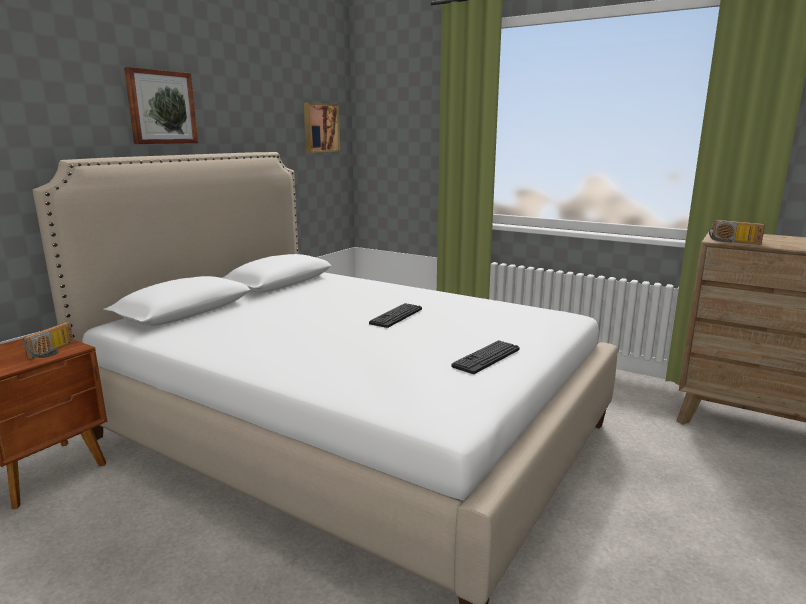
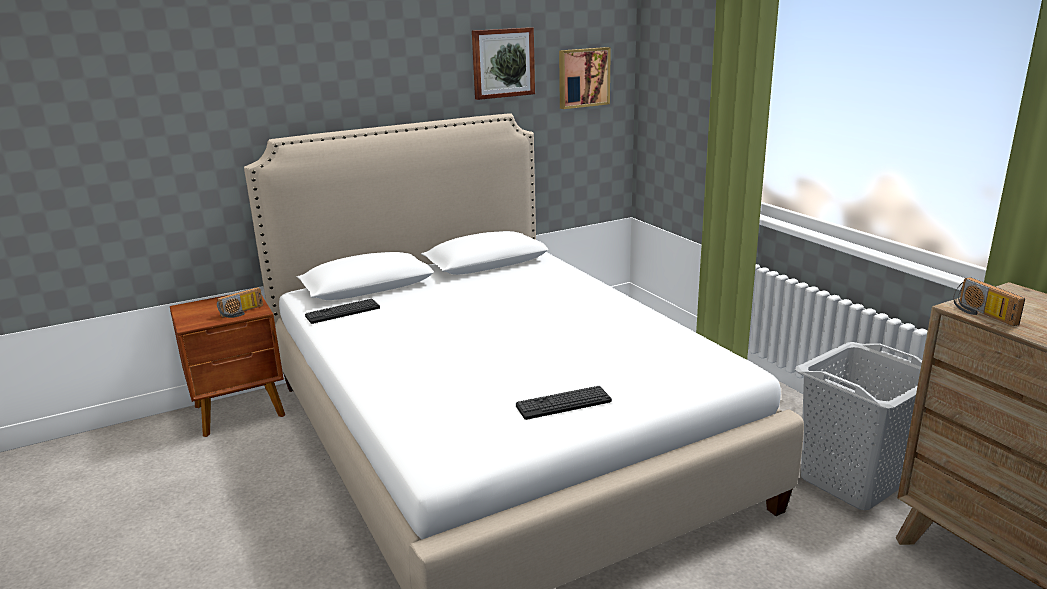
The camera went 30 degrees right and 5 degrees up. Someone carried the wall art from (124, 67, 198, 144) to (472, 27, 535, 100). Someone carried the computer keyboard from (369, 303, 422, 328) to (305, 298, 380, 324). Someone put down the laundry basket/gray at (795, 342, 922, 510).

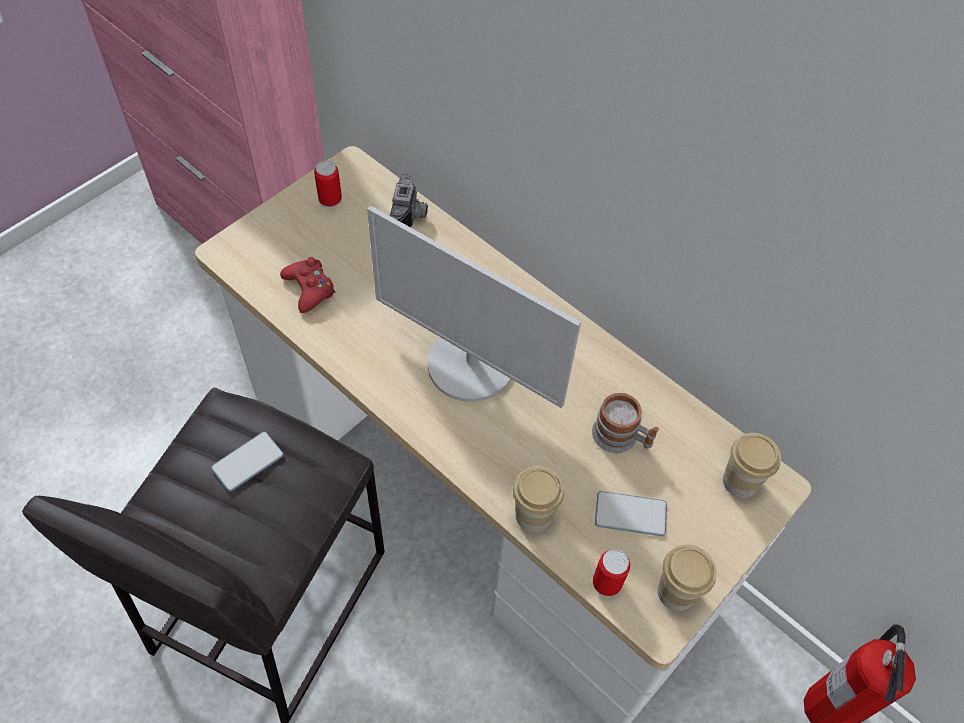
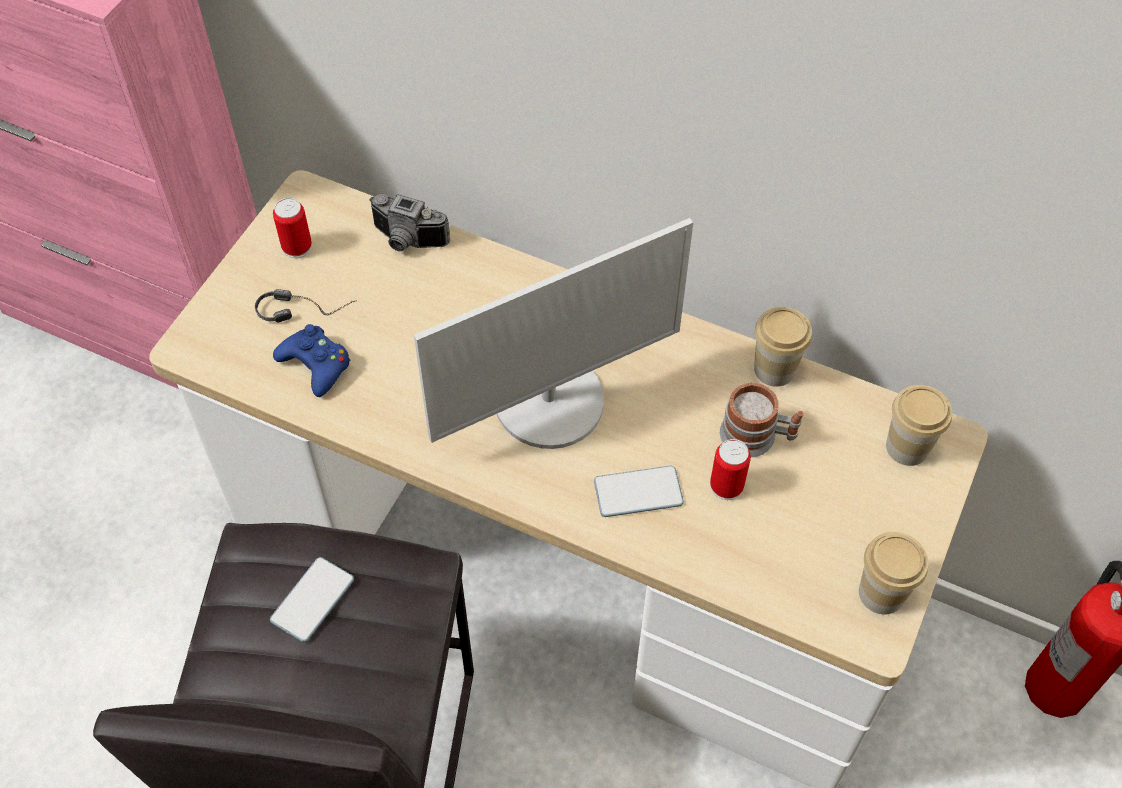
The camera went 15 degrees left and 0 degrees up. Someone rotated the photo camera at (390, 174, 428, 227) by 120 degrees clockwise. Someone rotated the computer display at (367, 205, 581, 408) by 45 degrees counterclockwise. Someone repainted the joypad/red at (280, 257, 335, 313), which became the joypad/blue-coloured at (273, 324, 350, 397). Someone carried the drinking cup from (513, 466, 564, 532) to (754, 307, 812, 387). Someone carried the handset from (595, 491, 667, 536) to (594, 466, 684, 517). Someone carried the metal can from (593, 549, 630, 597) to (710, 439, 751, 500). Someone put down the headphones at (255, 289, 357, 322).

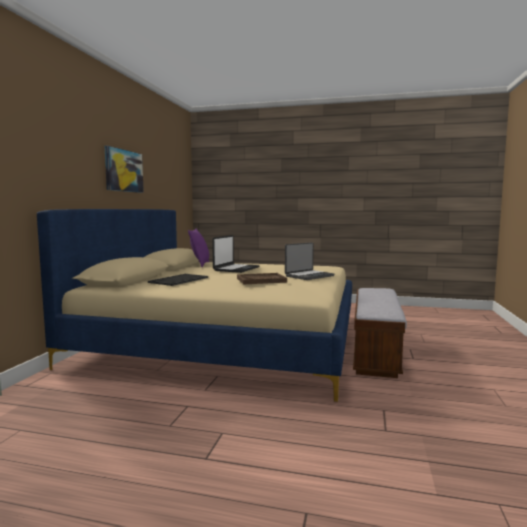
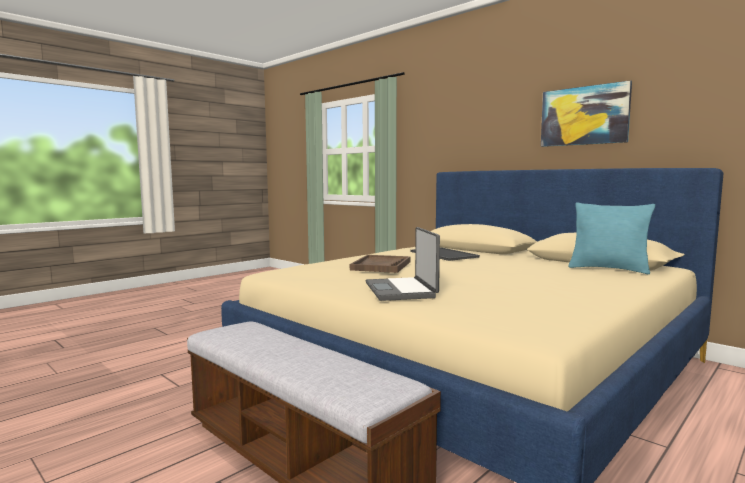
The camera went 120 degrees right and 0 degrees up. Someone repainted the throw pillow/purplish at (188, 228, 209, 267), which became the throw pillow/turquoise at (568, 202, 655, 274). Someone took away the notebook computer at (212, 235, 260, 273).

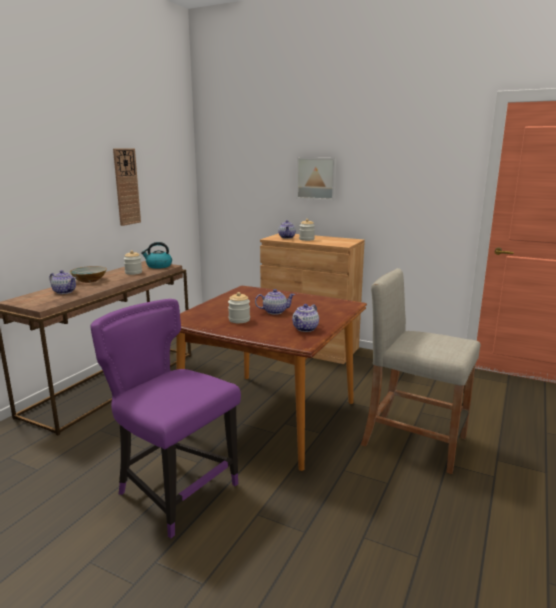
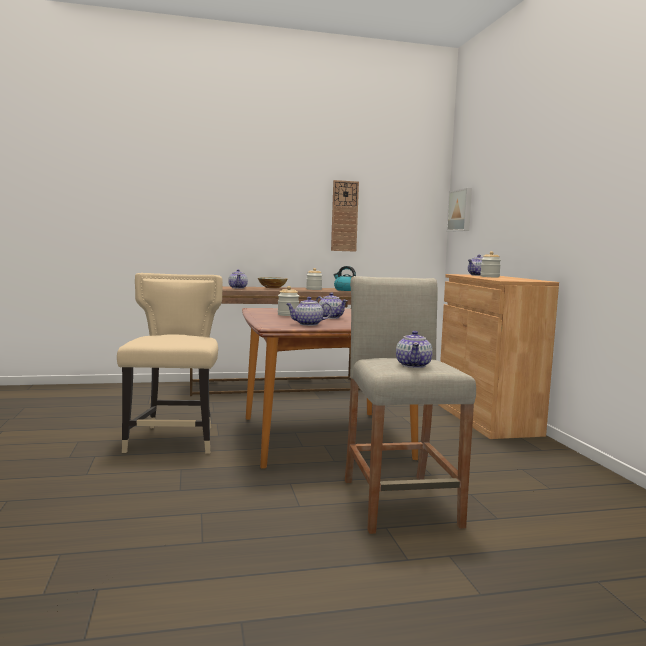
The camera went 50 degrees right and 10 degrees down. Someone carried the wall art from (297, 157, 337, 200) to (447, 188, 472, 232). Someone repainted the upright chair/purplish at (91, 299, 241, 538), which became the upright chair/sand-coloured at (117, 273, 223, 454). Someone put down the tea pot at (396, 331, 433, 368).

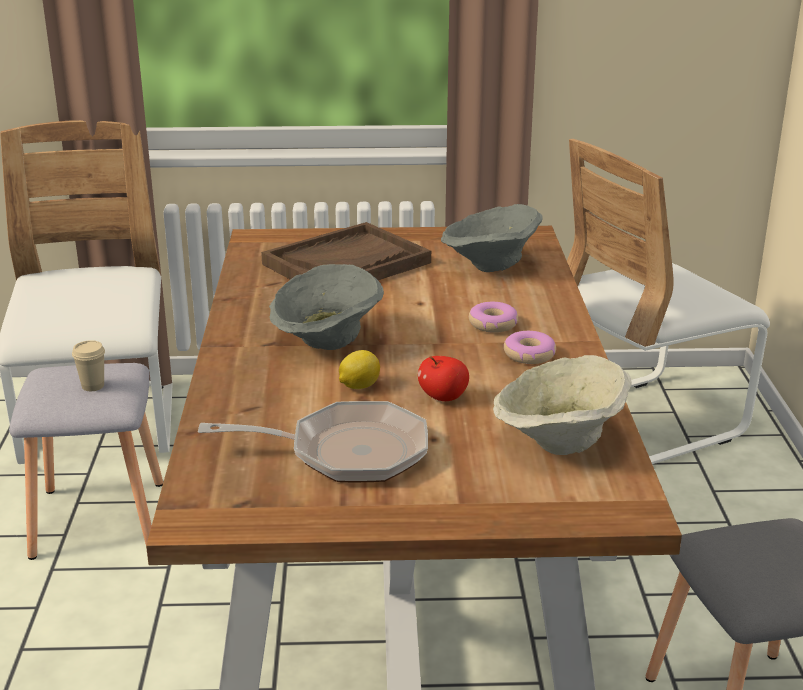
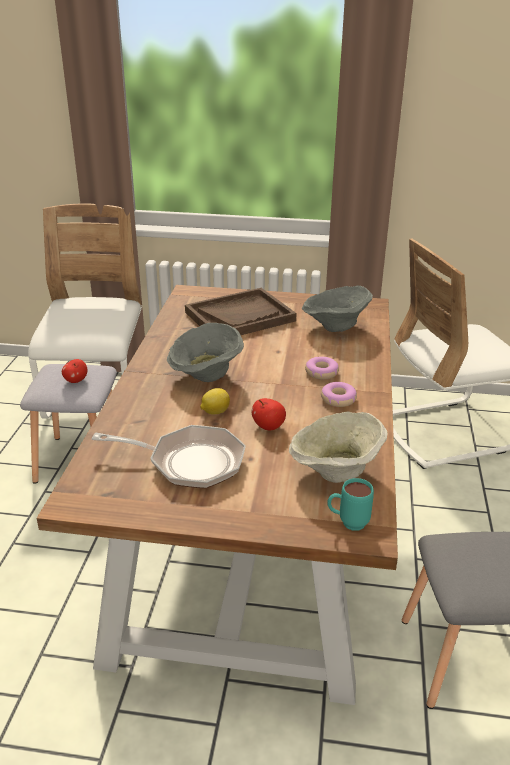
The camera went 10 degrees right and 5 degrees up. Someone swapped the drinking cup/sand-coloured at (72, 340, 105, 391) for the apple at (62, 359, 88, 383). Someone put down the tea mug/turquoise at (327, 478, 374, 531).

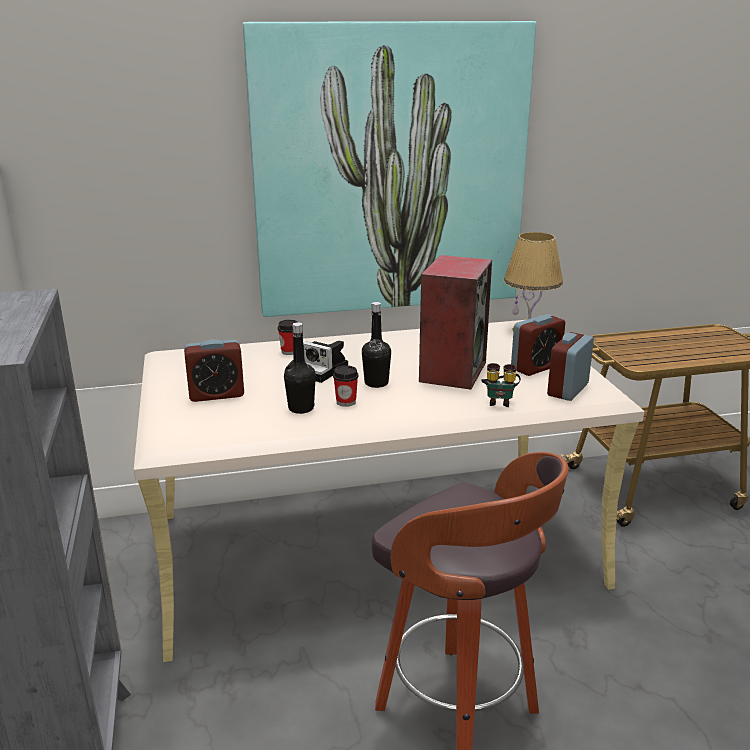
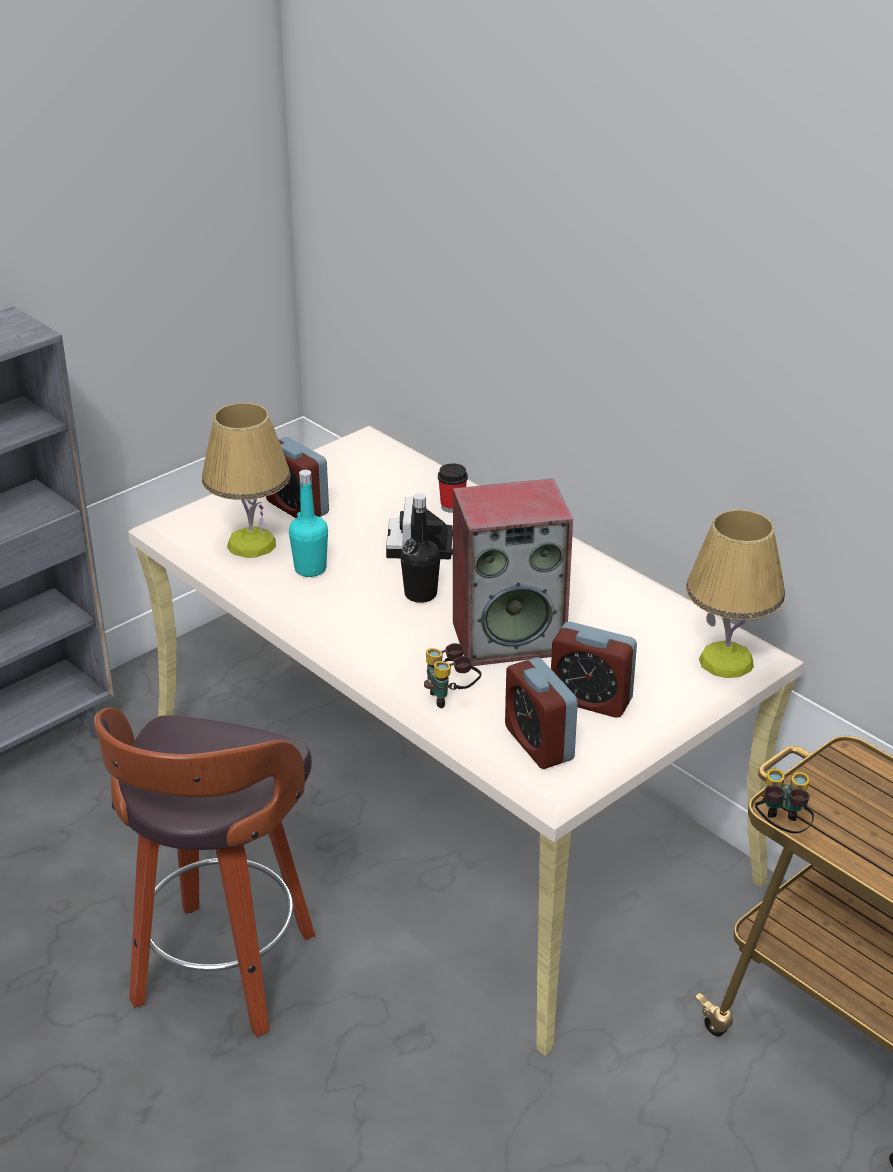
The camera went 60 degrees right and 10 degrees up. Someone took away the wall art at (243, 21, 536, 317). Someone repainted the beverage bottle/blackish at (284, 322, 316, 414), which became the beverage bottle/turquoise at (289, 470, 328, 577). Someone rotated the table clock at (547, 332, 594, 401) by 120 degrees counterclockwise. Someone took away the drinking cup at (333, 365, 358, 407). Someone put down the lamp for a table at (202, 403, 290, 558). Someone put down the binoculars at (755, 769, 814, 833).

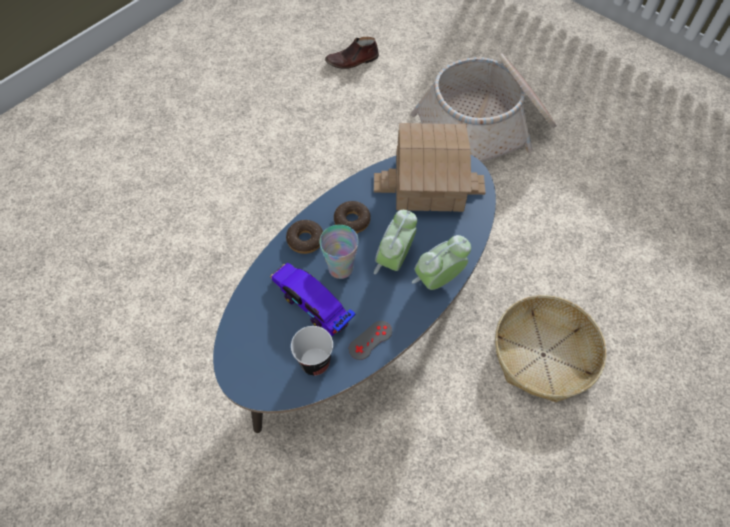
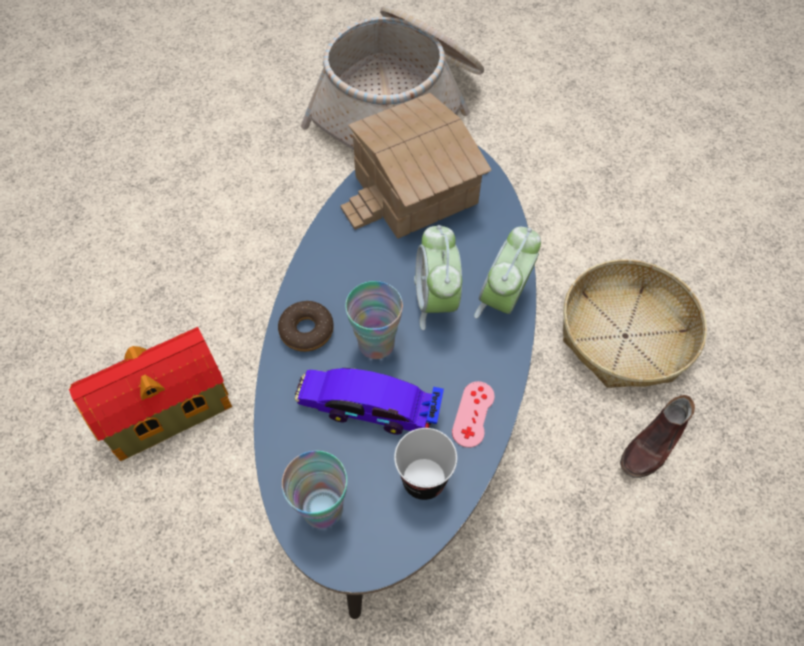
The camera went 30 degrees left and 0 degrees up. Someone carried the item of footwear/brownish from (325, 37, 379, 69) to (620, 395, 695, 478). Someone took away the doughnut at (334, 201, 371, 233). Someone repainted the joypad/gray at (349, 321, 392, 360), which became the joypad/pink-coloured at (452, 381, 495, 448). Someone put down the miniature house at (69, 327, 232, 461). Someone put down the drinking cup at (282, 451, 347, 529).

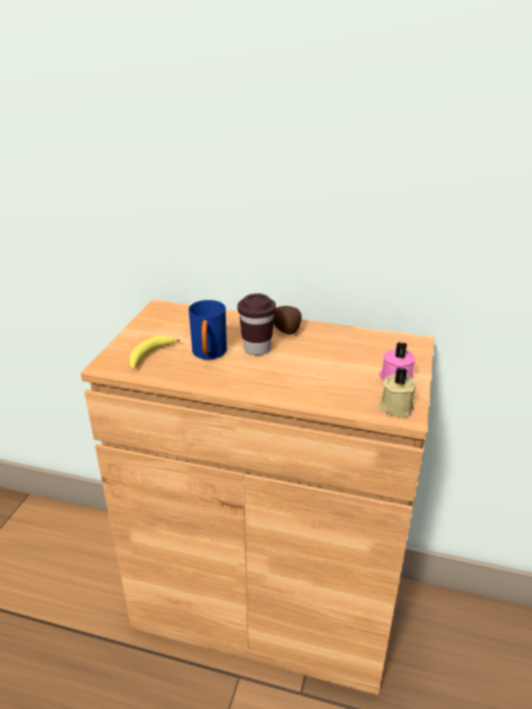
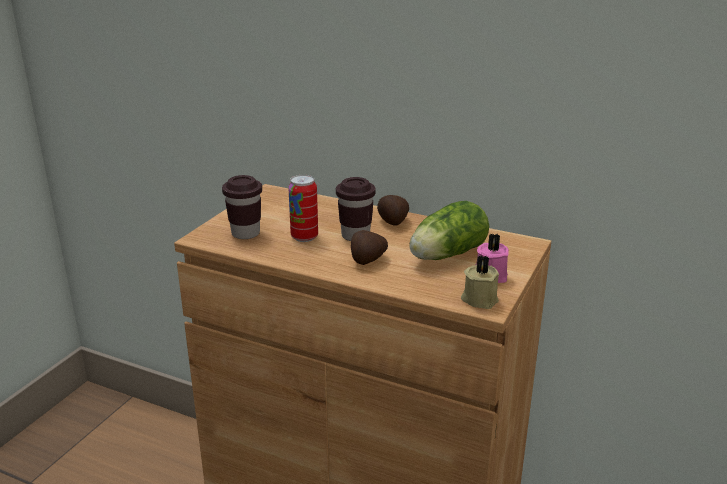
The camera went 10 degrees right and 5 degrees down. Someone swapped the tea mug/blue-coloured at (189, 300, 227, 359) for the metal can at (288, 175, 318, 242). Someone swapped the banana at (129, 336, 180, 369) for the drinking cup/brownish at (222, 175, 262, 239). Someone put down the lettuce head at (409, 201, 489, 260). Someone put down the spud at (351, 230, 388, 265).

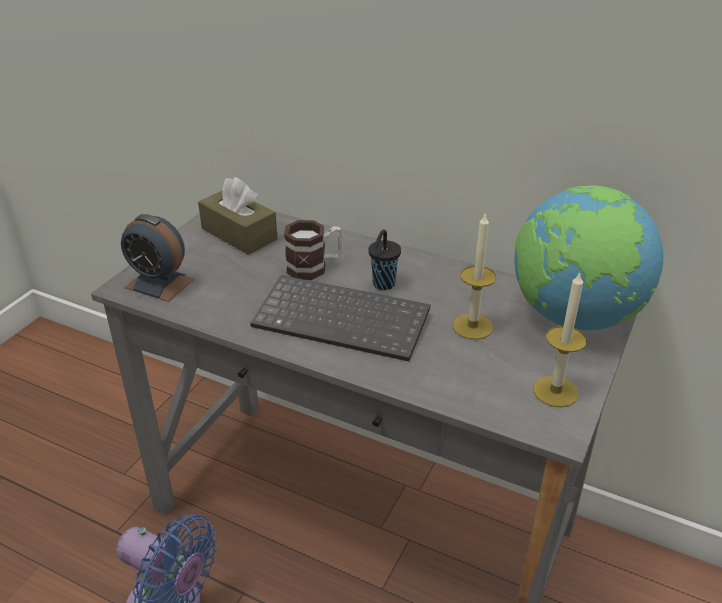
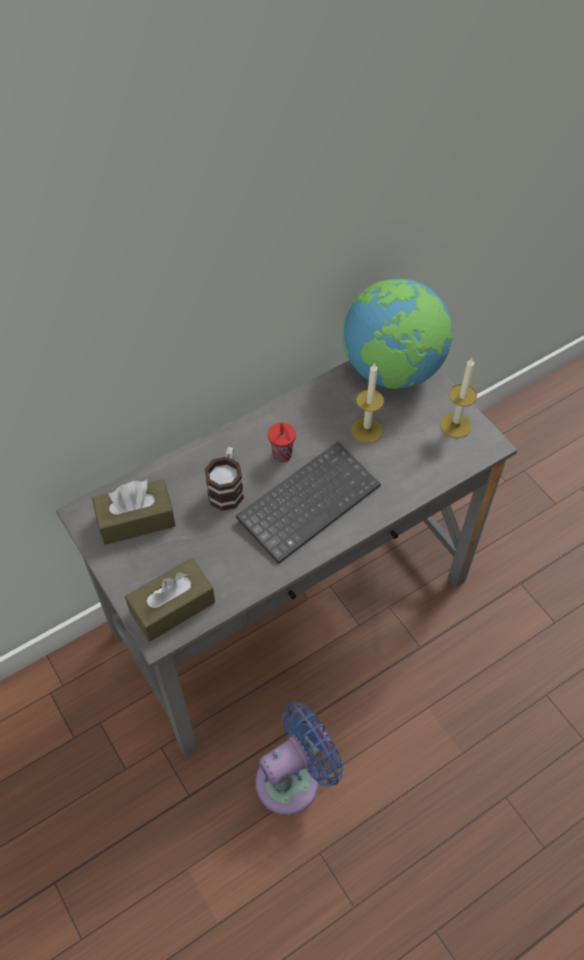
The camera went 60 degrees left and 20 degrees up. Someone swapped the table clock at (121, 214, 194, 302) for the tissue holder/brownish at (125, 558, 215, 642). Someone repainted the drinking cup/blackish at (368, 229, 401, 290), which became the drinking cup/red at (268, 422, 296, 463).

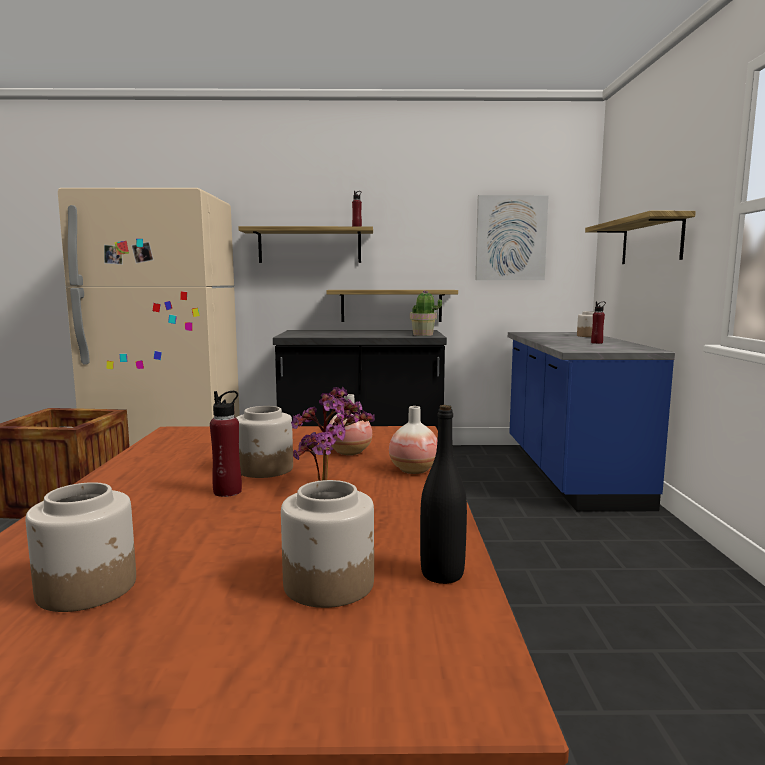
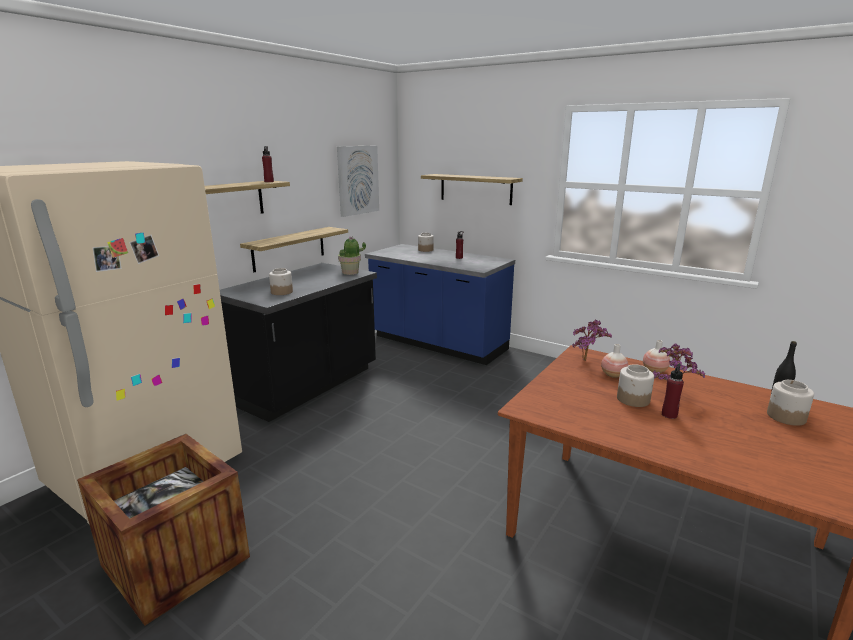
The camera went 55 degrees left and 10 degrees up. Someone carried the jar from (26, 482, 136, 612) to (269, 268, 293, 295). Someone put down the plant in a pot at (572, 320, 612, 361).

